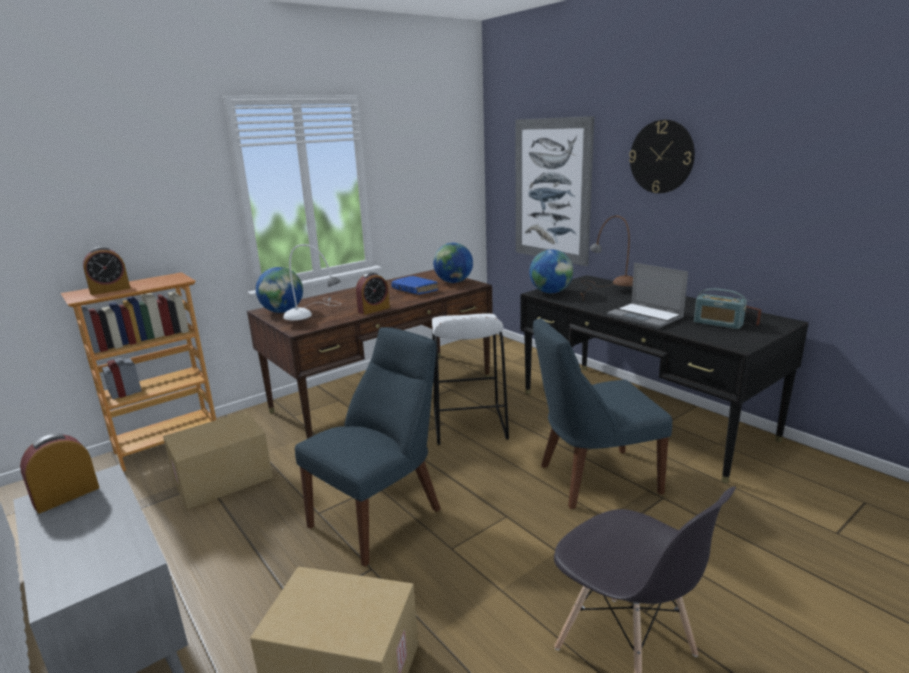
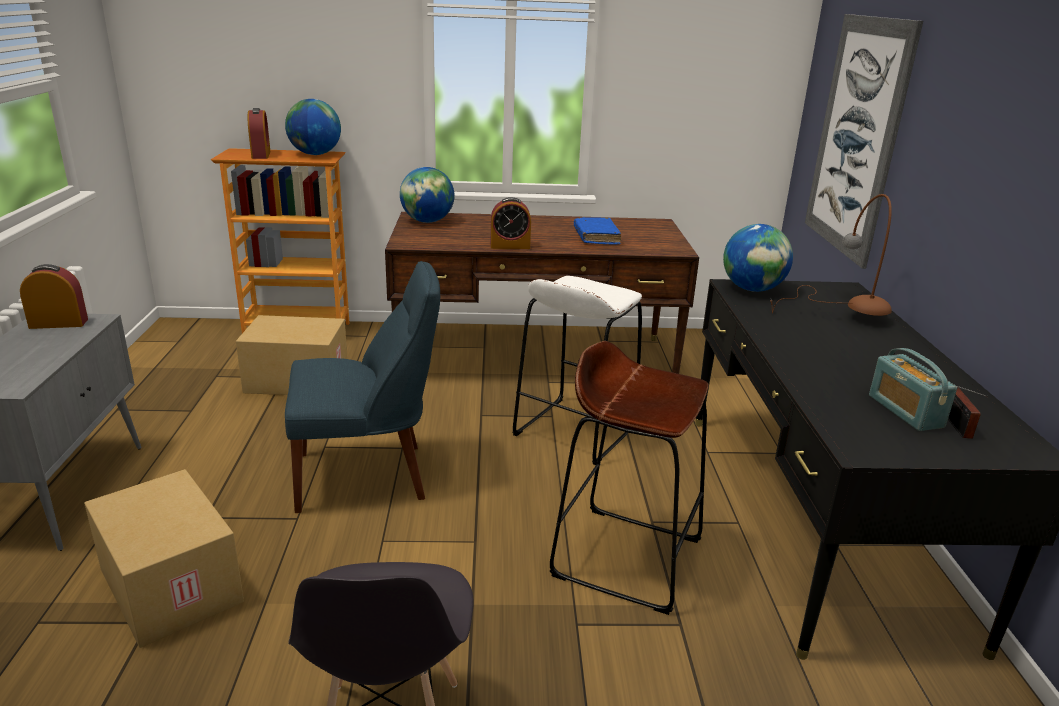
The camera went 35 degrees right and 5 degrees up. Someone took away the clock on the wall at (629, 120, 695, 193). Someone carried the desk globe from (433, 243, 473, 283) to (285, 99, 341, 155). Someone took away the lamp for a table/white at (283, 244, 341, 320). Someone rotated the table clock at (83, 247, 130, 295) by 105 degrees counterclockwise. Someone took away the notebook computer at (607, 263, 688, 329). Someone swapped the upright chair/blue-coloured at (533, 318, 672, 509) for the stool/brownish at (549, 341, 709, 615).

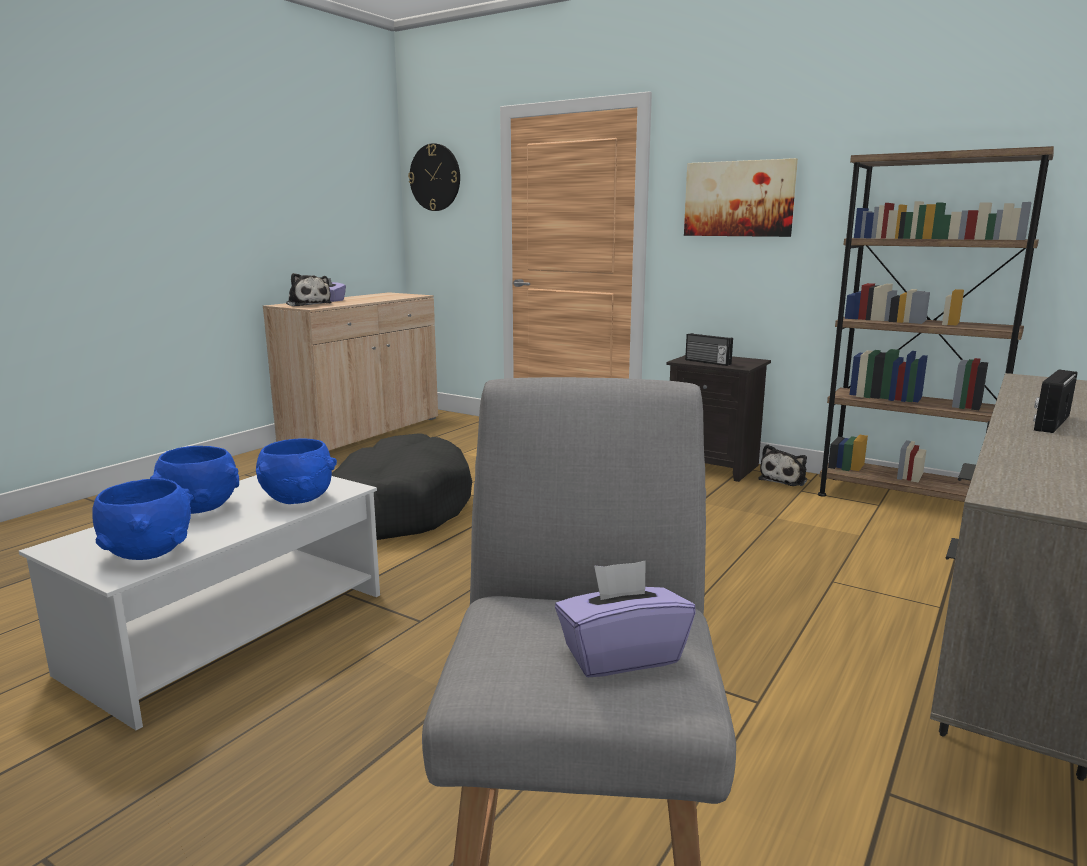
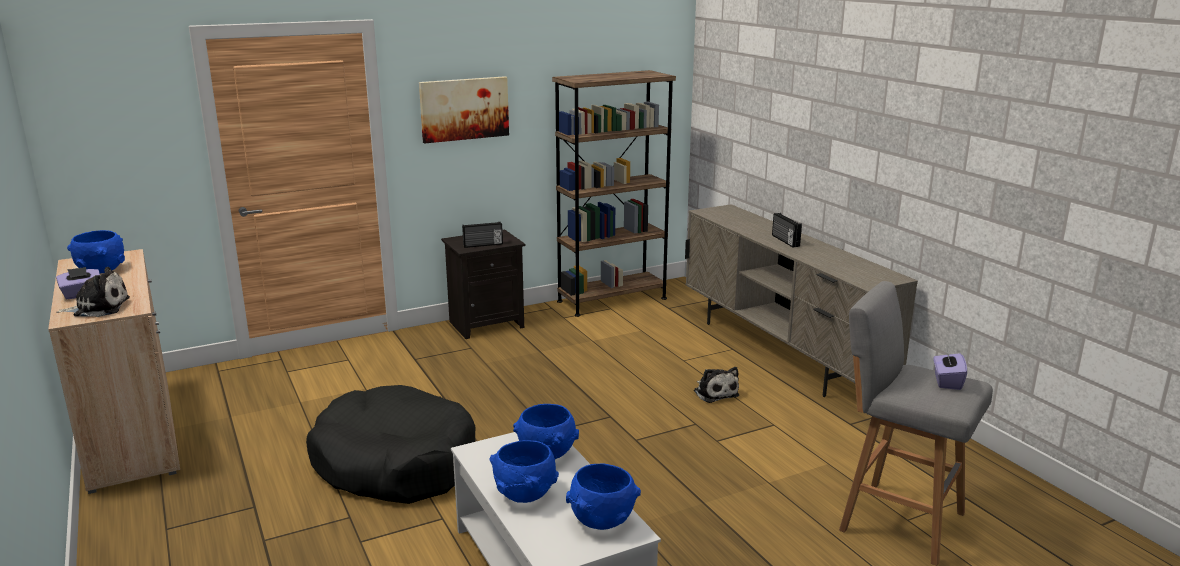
The camera went 60 degrees left and 5 degrees up. Someone took away the clock on the wall at (408, 143, 460, 211). Someone carried the soft toy from (759, 444, 807, 486) to (694, 367, 739, 403). Someone put down the serving bowl/blue-coloured at (67, 230, 125, 274).

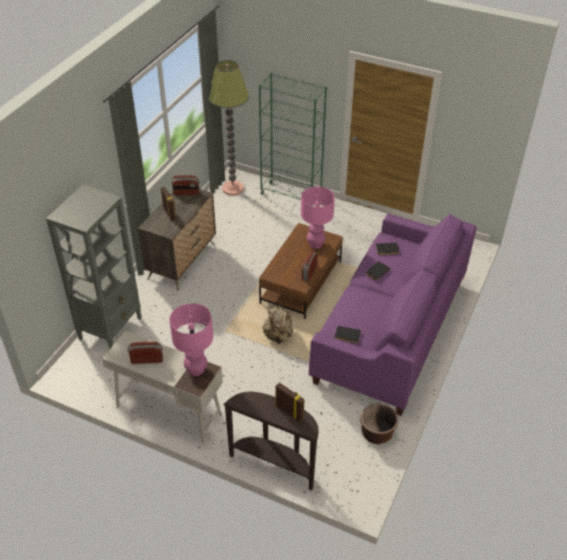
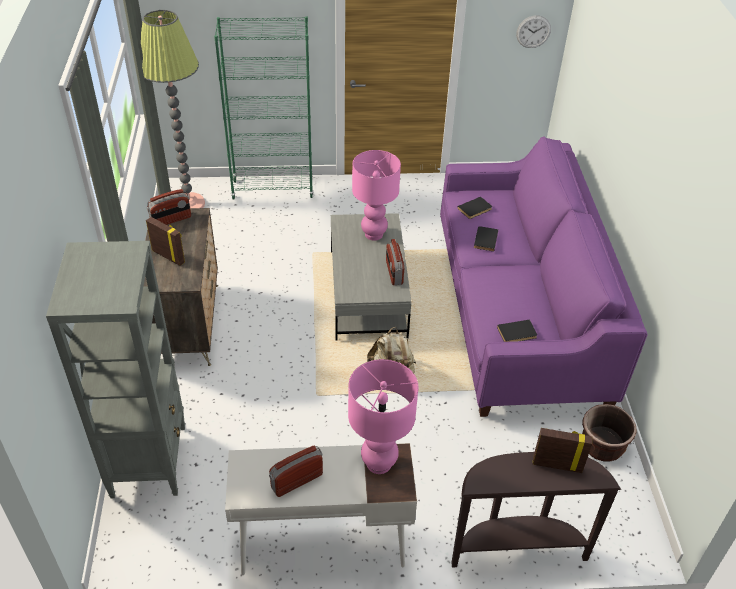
The camera went 30 degrees left and 0 degrees up. Someone repainted the low table/brownish at (259, 223, 343, 319), which became the low table/gray at (331, 213, 411, 341). Someone put up the clock on the wall at (516, 15, 551, 48).

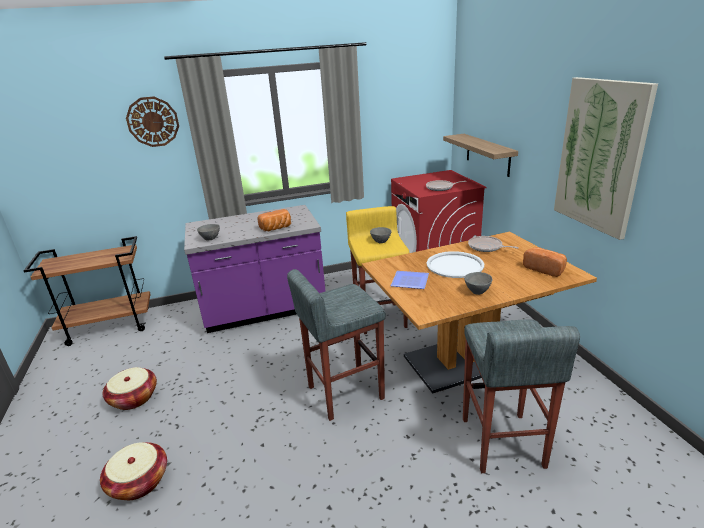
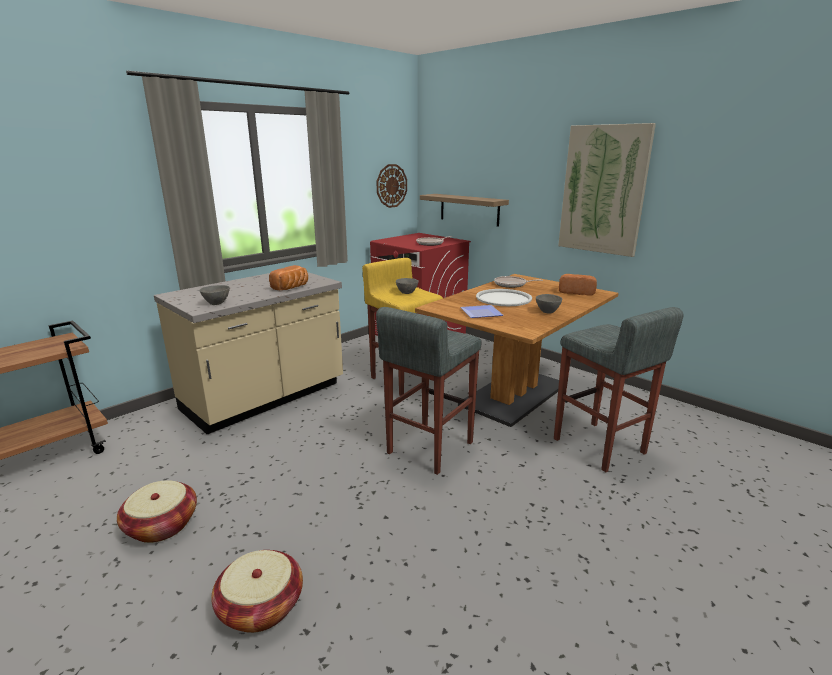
The camera went 30 degrees left and 5 degrees down. Someone carried the clock on the wall from (126, 96, 179, 147) to (376, 164, 407, 208). Someone repainted the counter/purplish at (184, 205, 325, 333), which became the counter/sand-coloured at (154, 272, 343, 434).

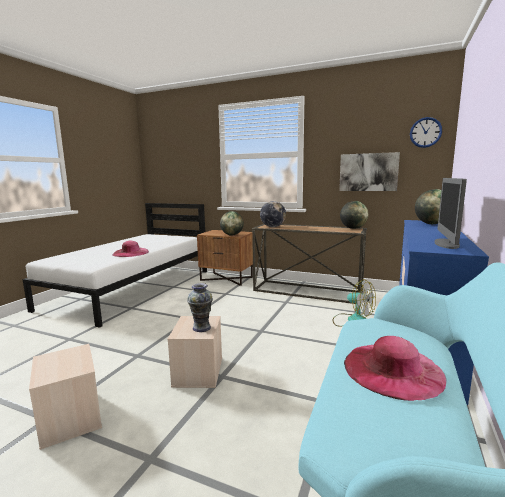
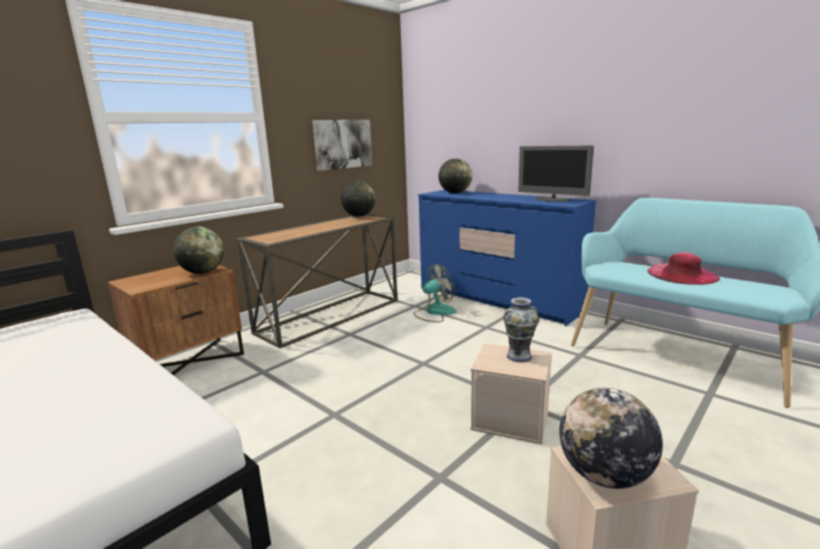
The camera went 70 degrees left and 5 degrees up. Someone took away the clock on the wall at (410, 117, 442, 148). Someone carried the desk globe from (260, 201, 286, 227) to (559, 388, 663, 489). Someone took away the hat/pink-coloured at (112, 241, 149, 257).

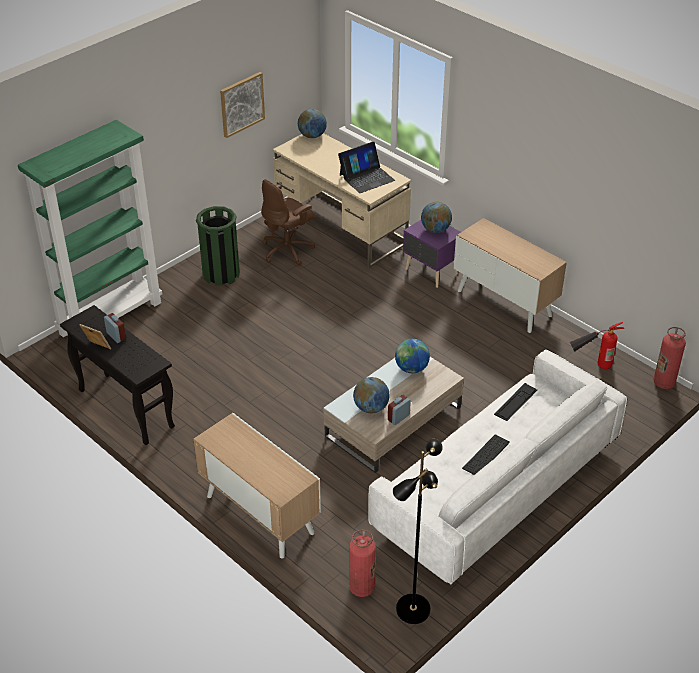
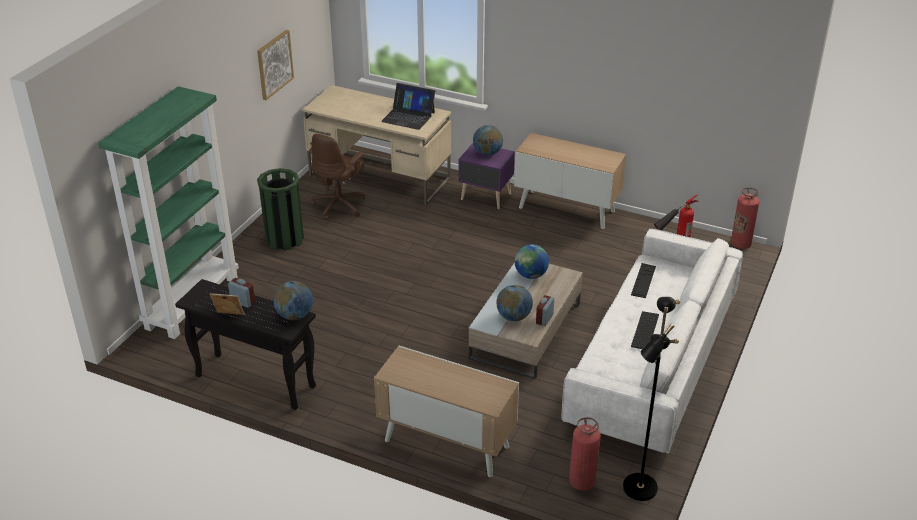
The camera went 20 degrees left and 5 degrees down. Someone carried the desk globe from (298, 109, 327, 138) to (274, 281, 313, 320). Someone rotated the notebook computer at (338, 142, 395, 193) by 75 degrees clockwise.

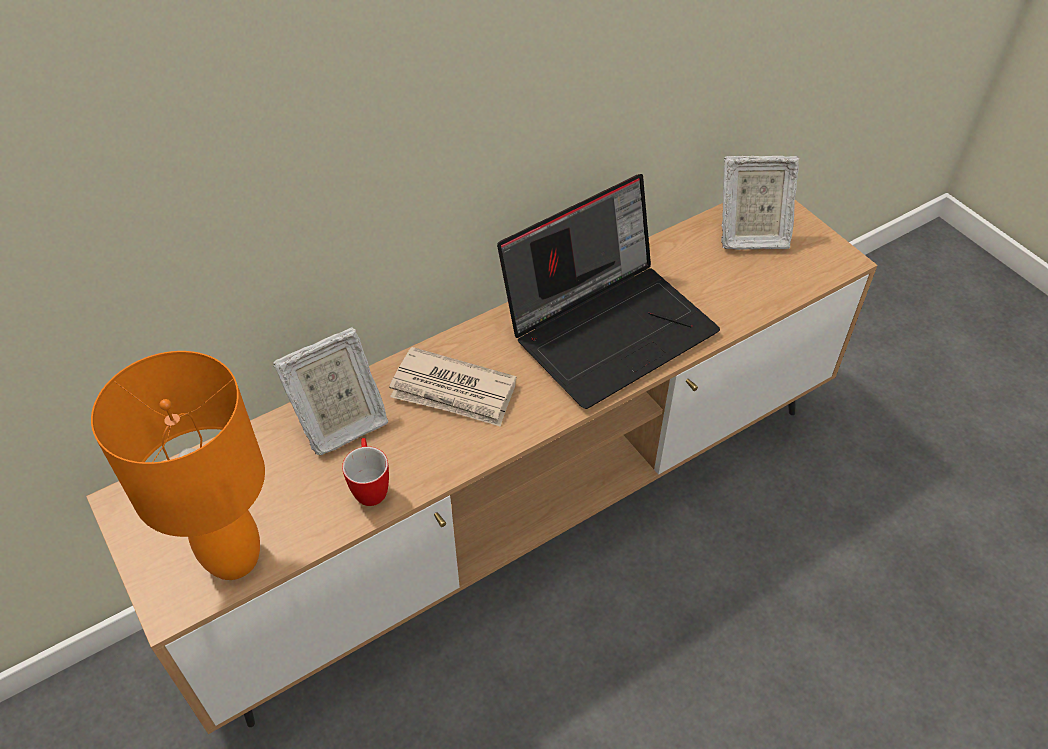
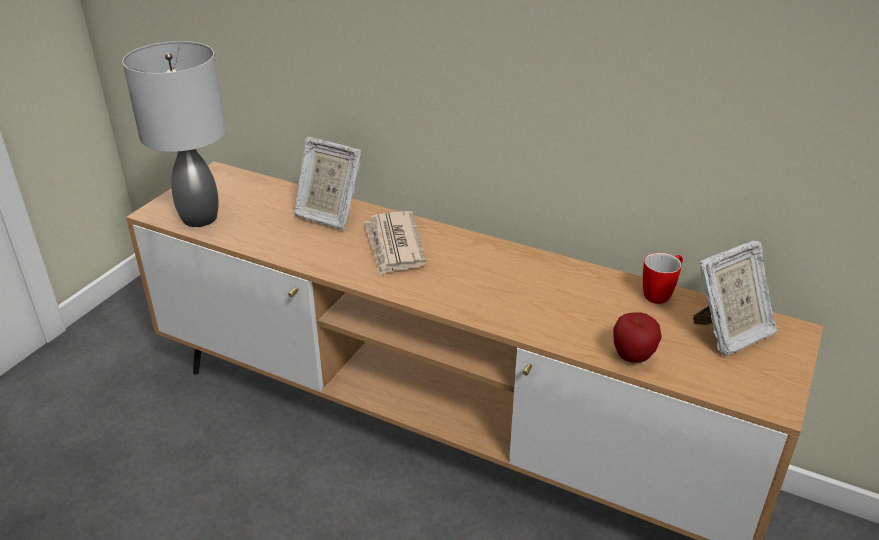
The camera went 60 degrees right and 15 degrees down. Someone rotated the picture frame at (721, 156, 799, 250) by 90 degrees counterclockwise. Someone took away the notebook computer at (497, 174, 720, 409). Someone repainted the lamp for a table/orangey at (91, 351, 265, 580), which became the lamp for a table/gray at (122, 41, 226, 227). Someone carried the tea mug from (342, 438, 389, 506) to (643, 253, 683, 304). Someone put down the apple at (613, 312, 662, 363).

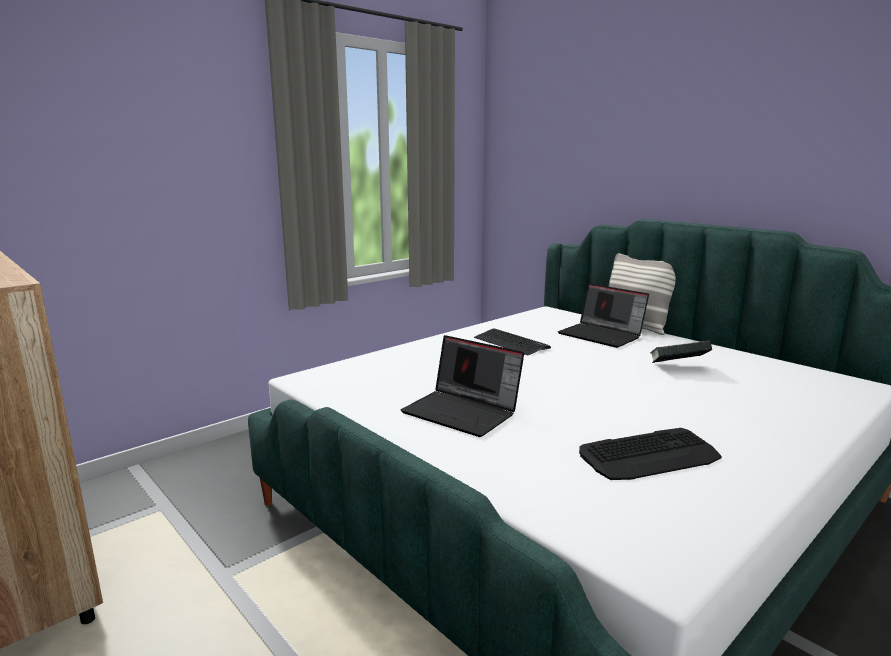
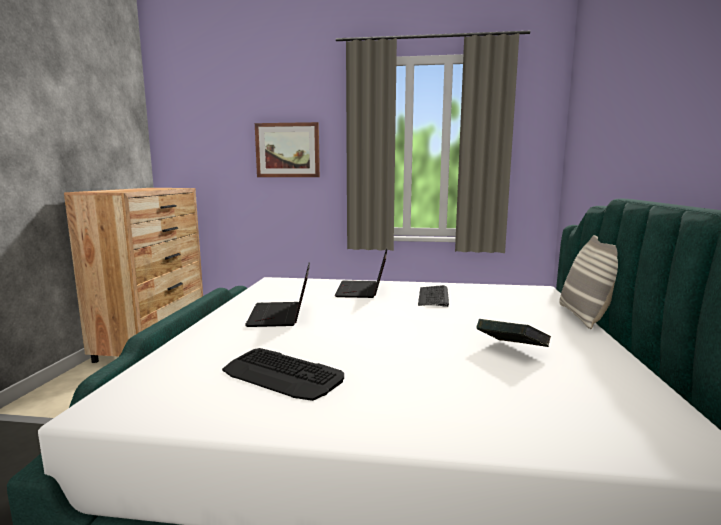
The camera went 50 degrees right and 5 degrees down. Someone carried the notebook computer from (558, 283, 649, 348) to (335, 248, 387, 298). Someone put up the wall art at (255, 122, 320, 177).

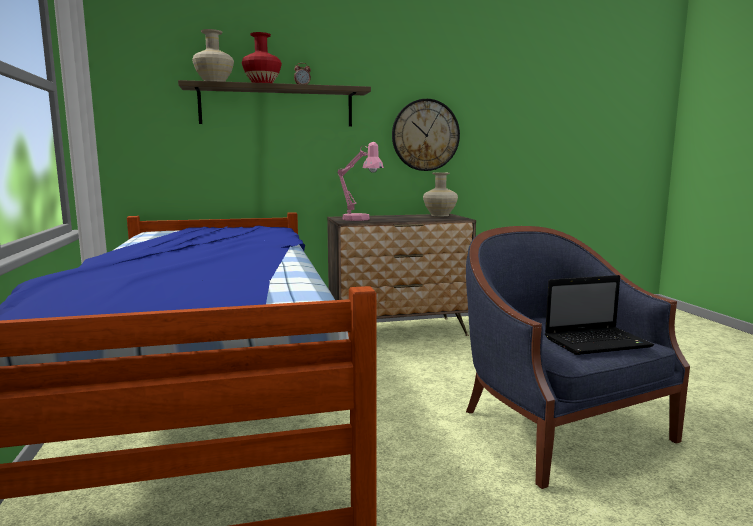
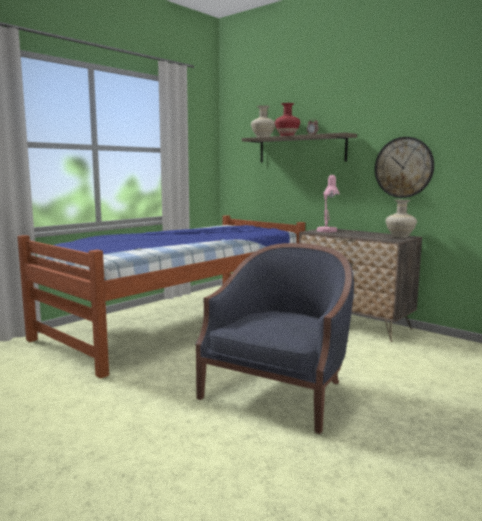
The camera went 55 degrees right and 0 degrees up. Someone took away the notebook computer at (545, 275, 654, 355).

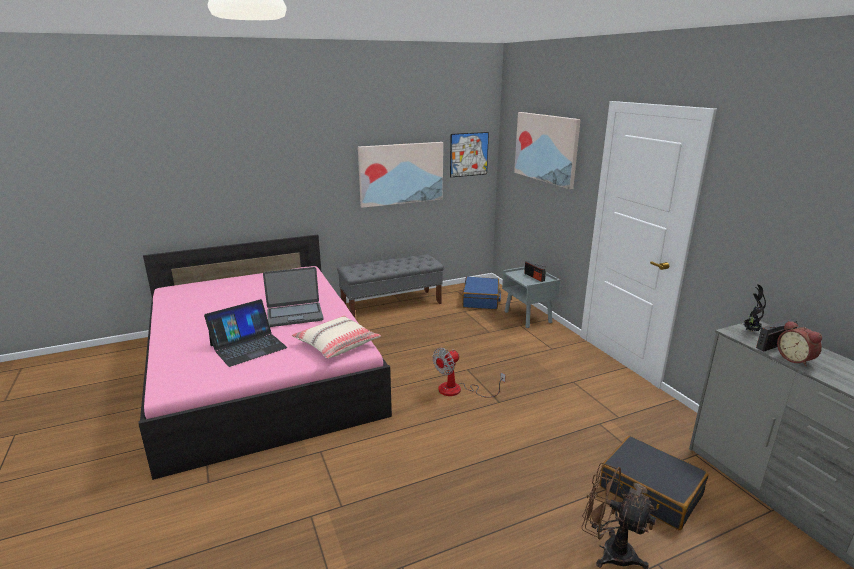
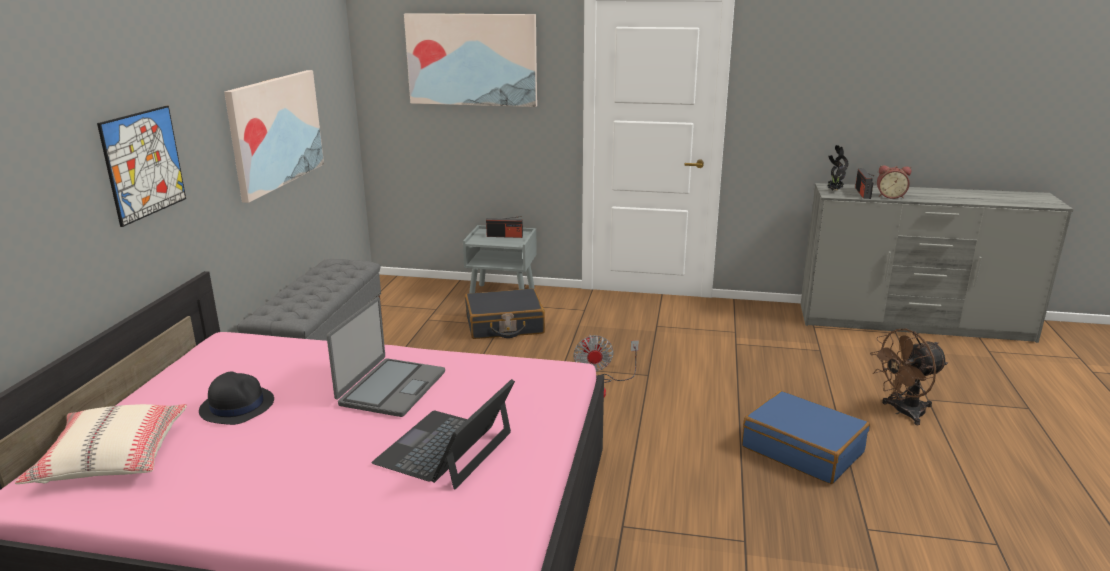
The camera went 55 degrees left and 0 degrees up. Someone carried the wall art from (450, 132, 489, 177) to (97, 106, 186, 227). Someone carried the piece of luggage/blue-coloured from (462, 277, 501, 309) to (742, 391, 870, 484). Someone rotated the notebook computer at (204, 299, 287, 367) by 150 degrees counterclockwise. Someone carried the throw pillow/sand-coloured from (292, 316, 381, 359) to (15, 404, 187, 484). Someone carried the piece of luggage/blackish from (599, 436, 709, 530) to (465, 288, 545, 339). Someone put down the hat/blackish at (199, 371, 274, 425).

